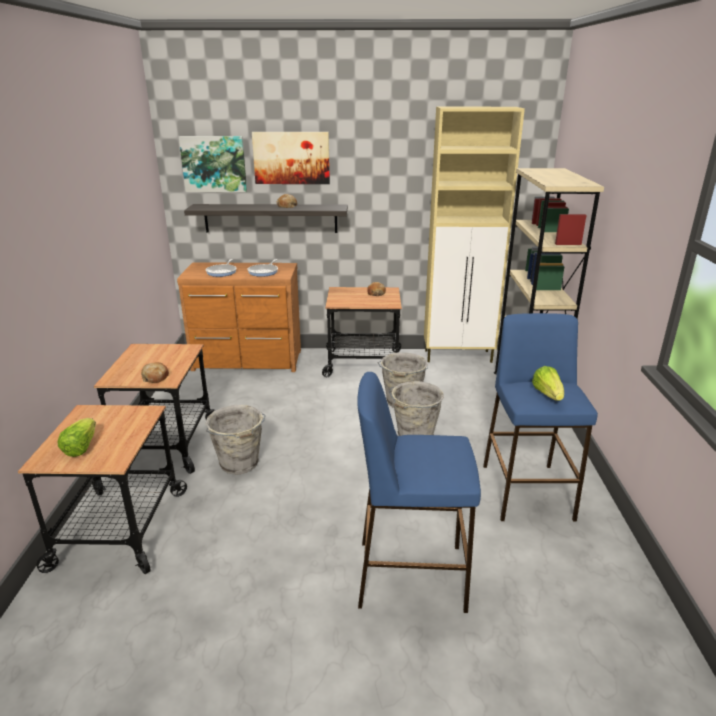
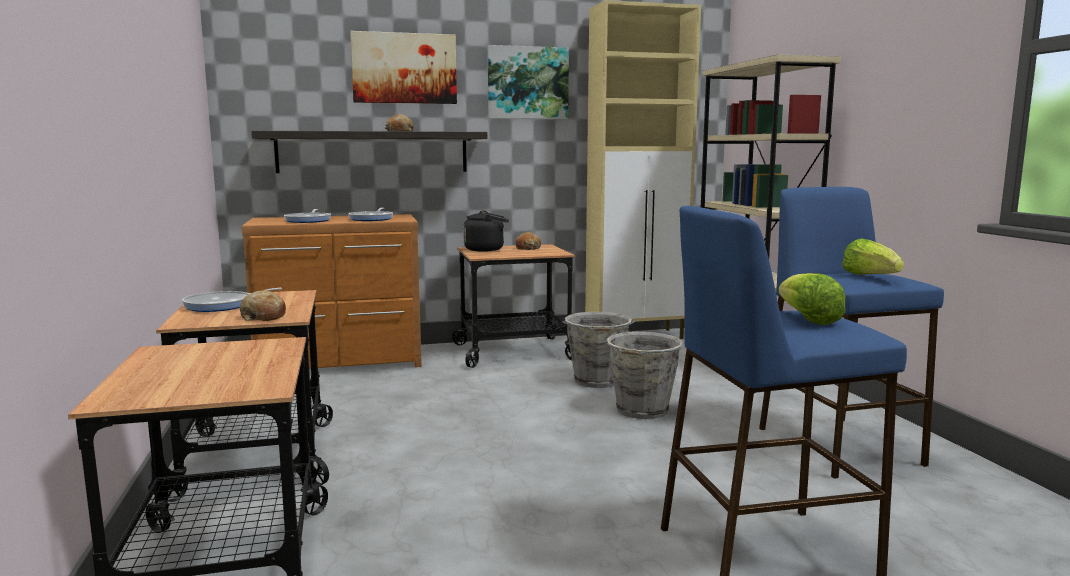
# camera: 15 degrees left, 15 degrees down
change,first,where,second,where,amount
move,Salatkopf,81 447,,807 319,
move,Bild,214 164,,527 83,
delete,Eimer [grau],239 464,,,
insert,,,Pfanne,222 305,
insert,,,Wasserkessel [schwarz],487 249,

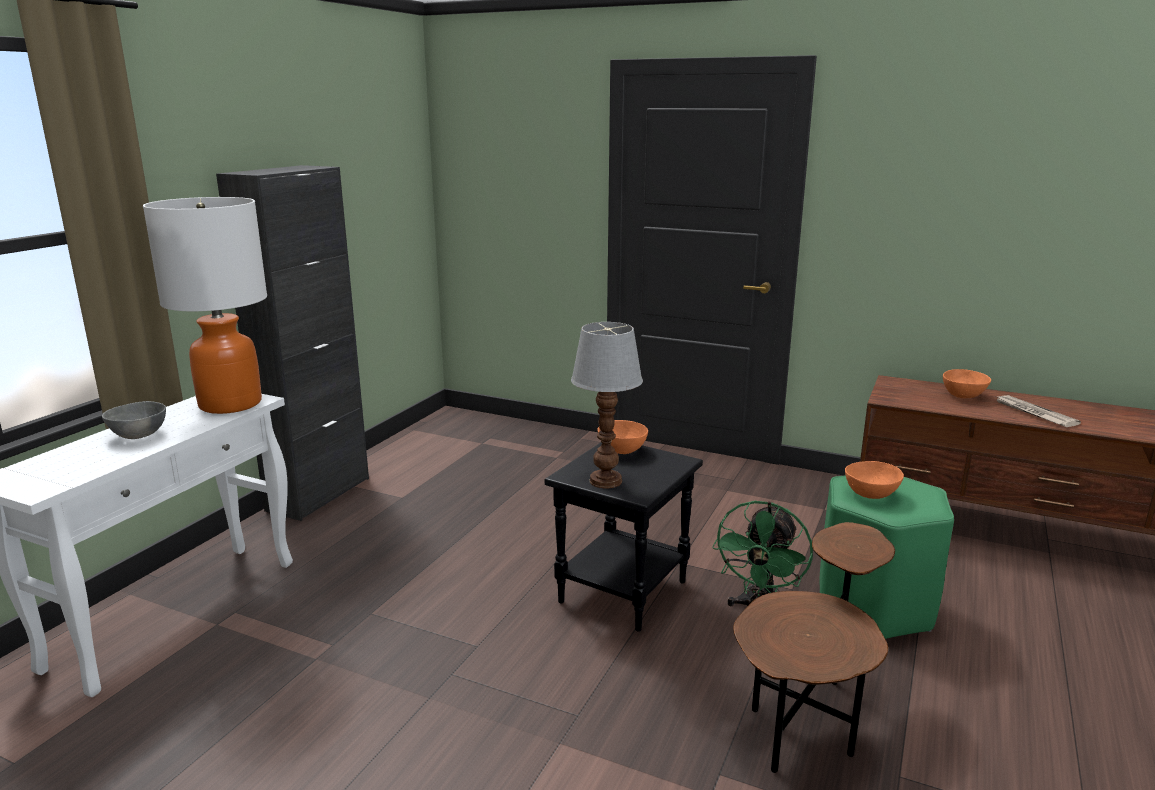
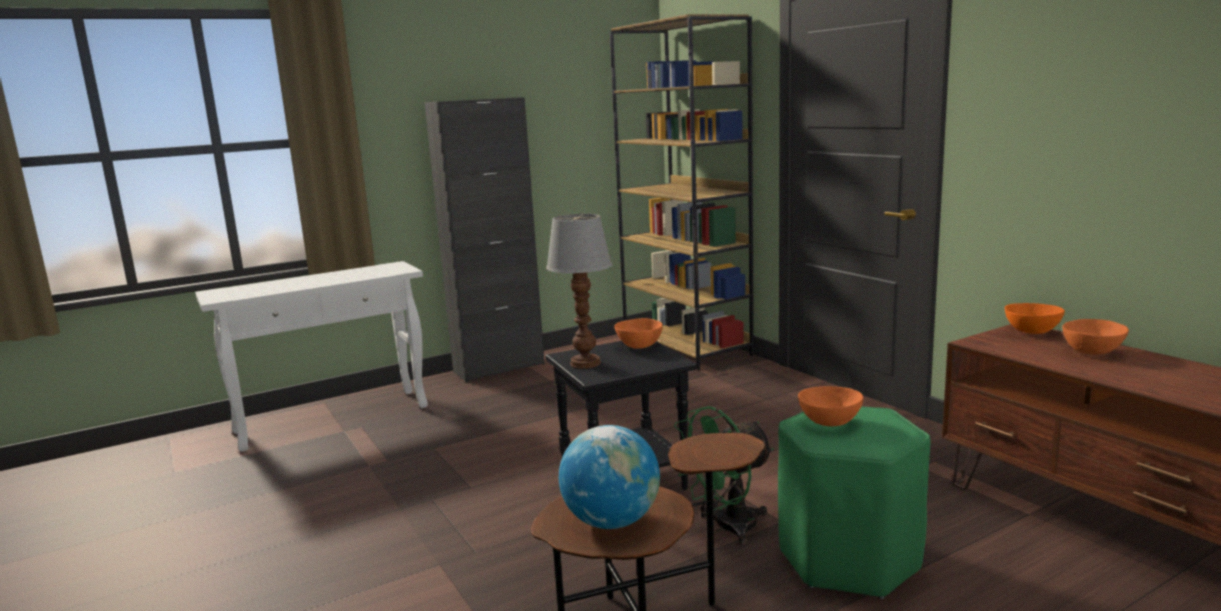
# camera: 35 degrees right, 5 degrees down
change,first,where,second,where,amount
delete,Schüssel [grau],137 436,,,
delete,Tischlampe,230 404,,,
delete,Zeitung,1033 413,,,
insert,,,Globus,611 522,
insert,,,Bücherregal [braun],687 346,
insert,,,Schüssel [orange],1032 332,

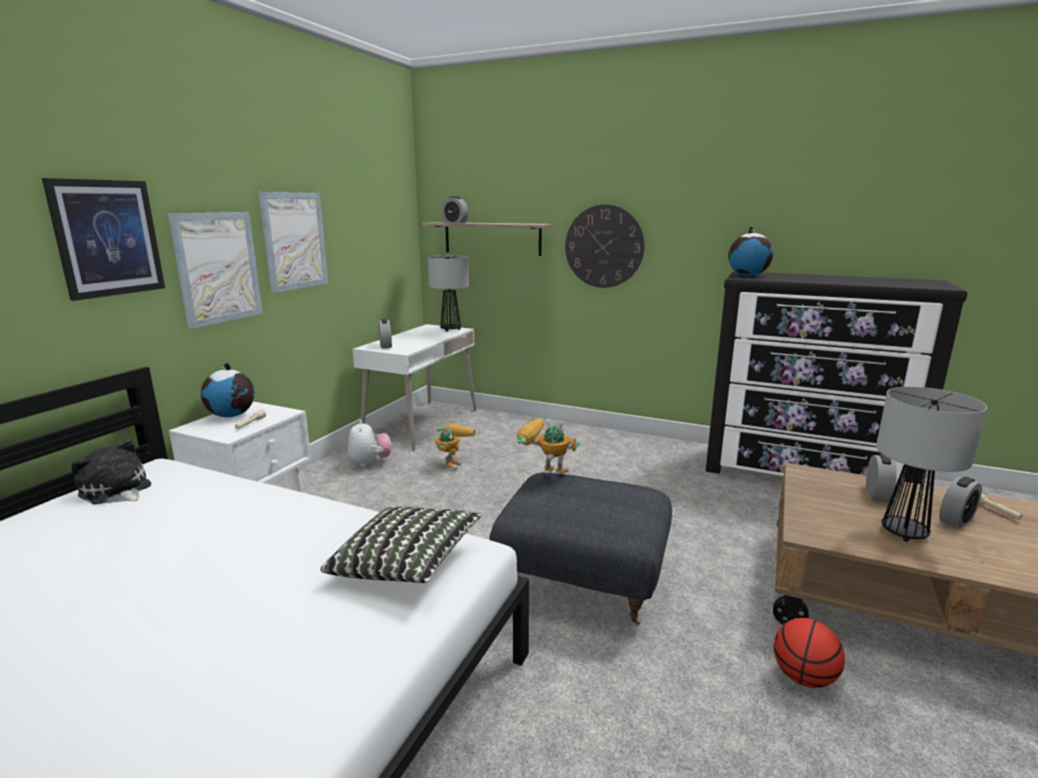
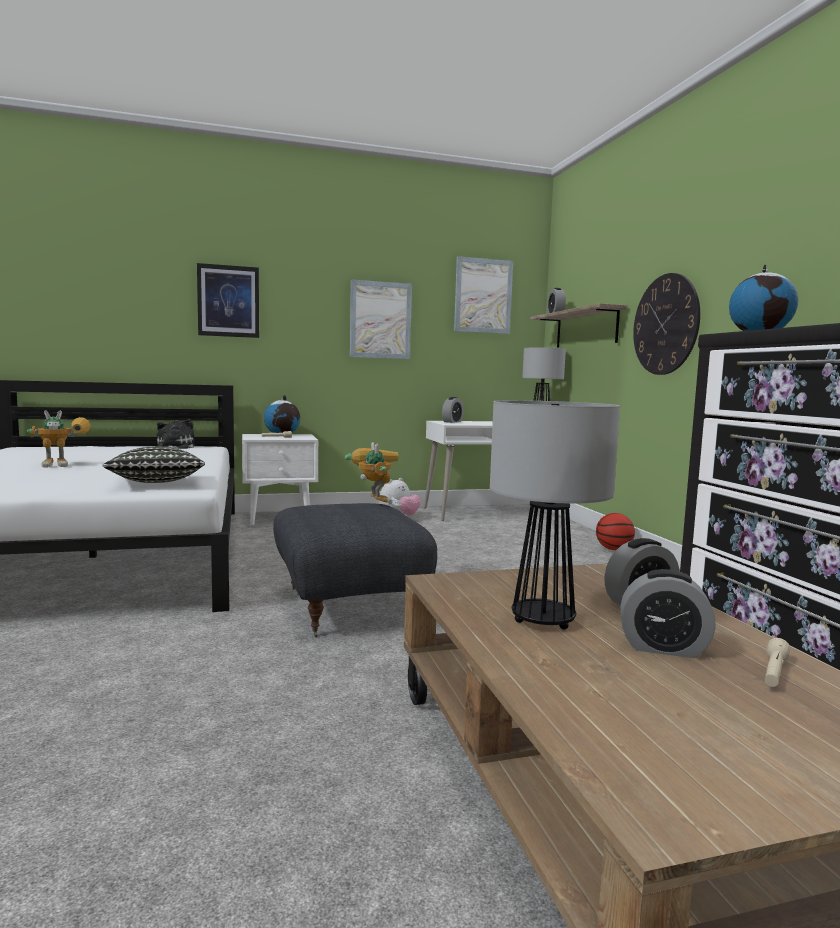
# camera: 50 degrees right, 10 degrees down
change,first,where,second,where,amount
move,Bild,218 268,,483 296,
move,Spielzeugroboter,452 463,,66 465,
move,Basketball,803 677,,613 549,

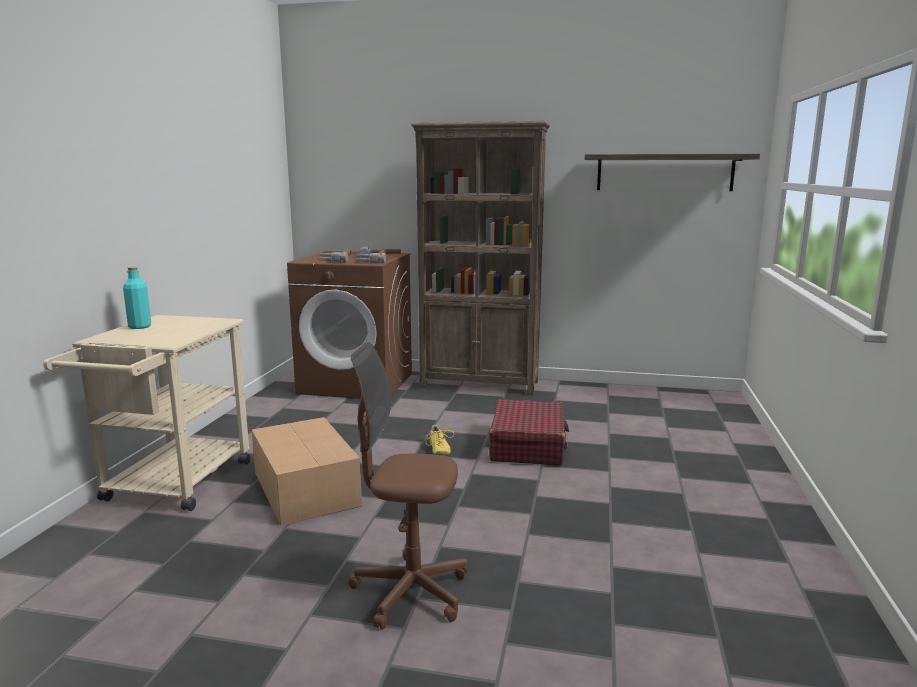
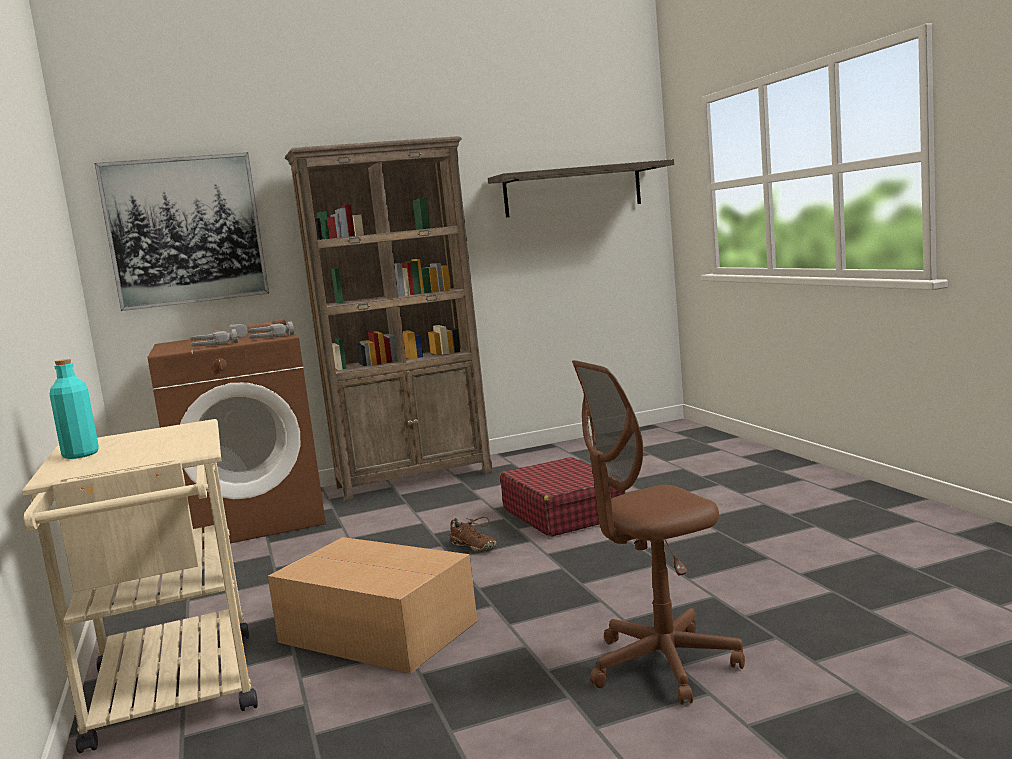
# camera: 30 degrees left, 5 degrees down
change,first,where,second,where,amount
recolor,Schuh [gelb],438 449,Schuh [braun],473 546,
insert,,,Bild,185 231,

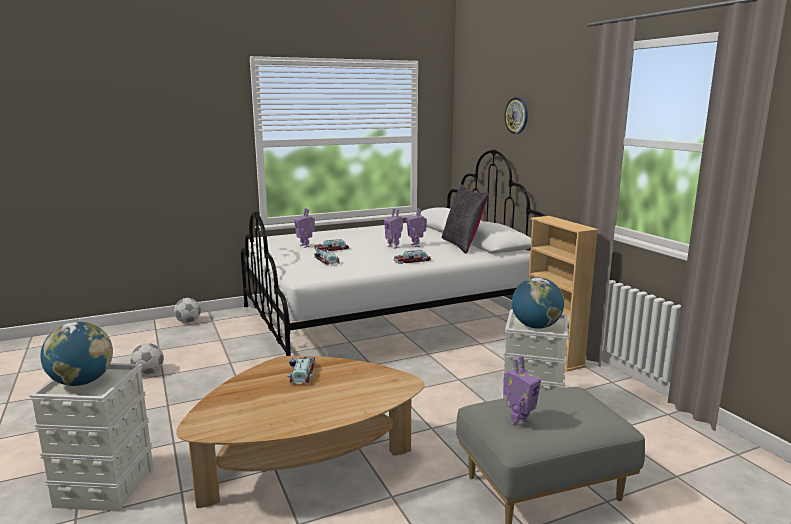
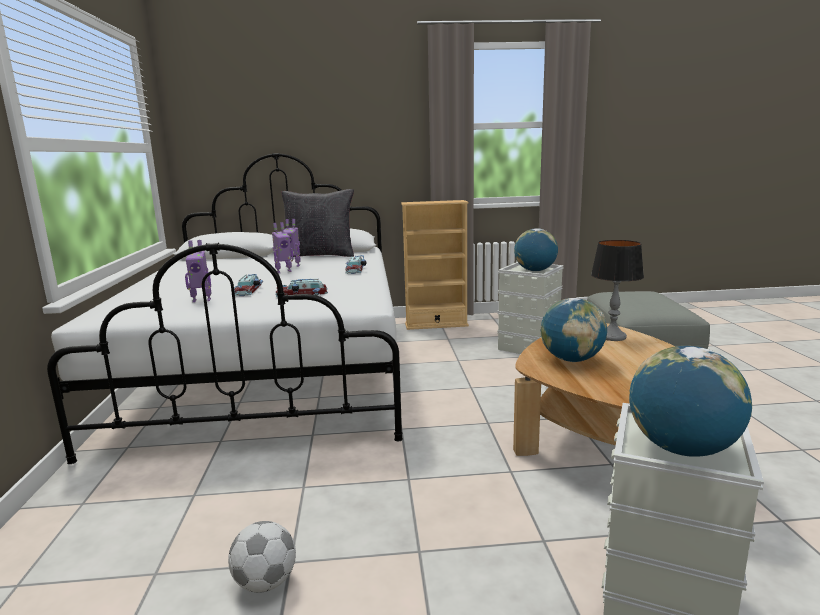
# camera: 70 degrees left, 0 degrees up
change,first,where,second,where,amount
delete,Fußball,188 322,,,
replace,Spielzeugauto,301 374,Globus,571 360,
delete,Spielzeugroboter,518 422,,,
delete,Wanduhr,516 115,,,
insert,,,Tischlampe,612 337,

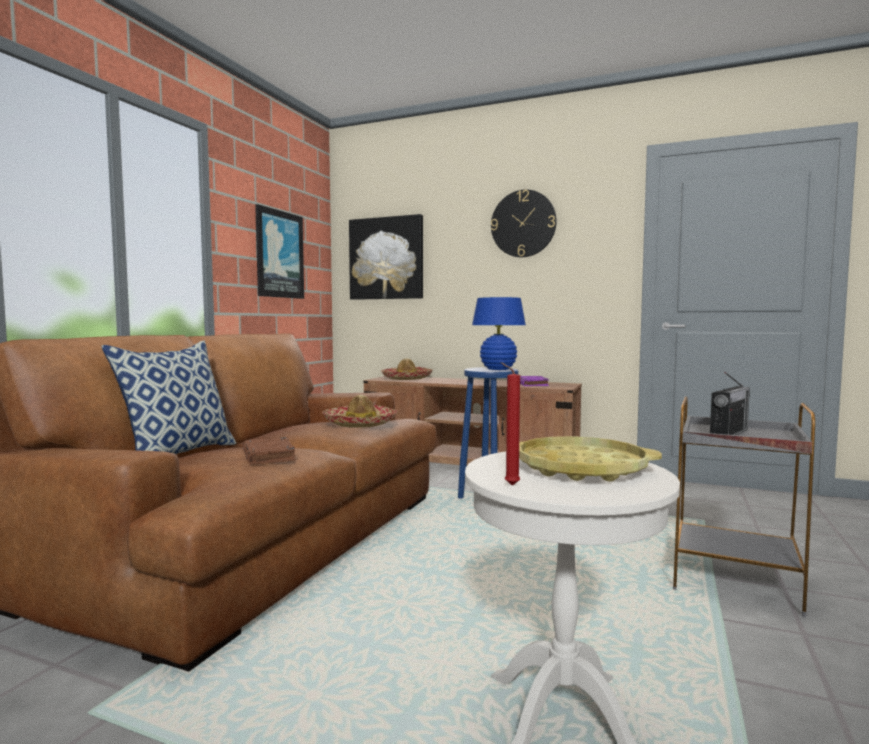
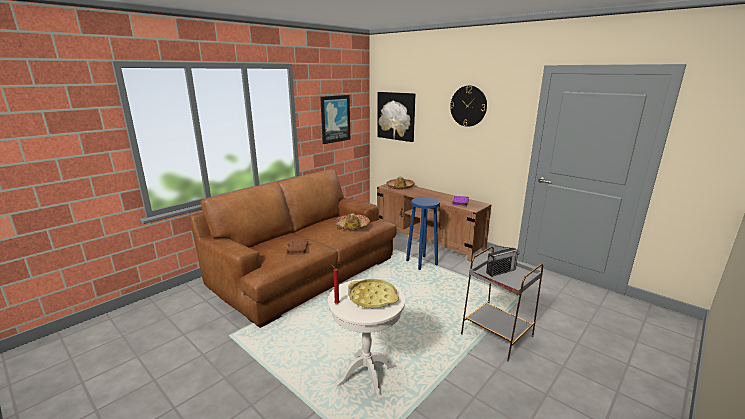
# camera: 20 degrees right, 15 degrees up
change,first,where,second,where,amount
delete,Kissen,178 454,,,
delete,Tischlampe [blau],498 369,,,

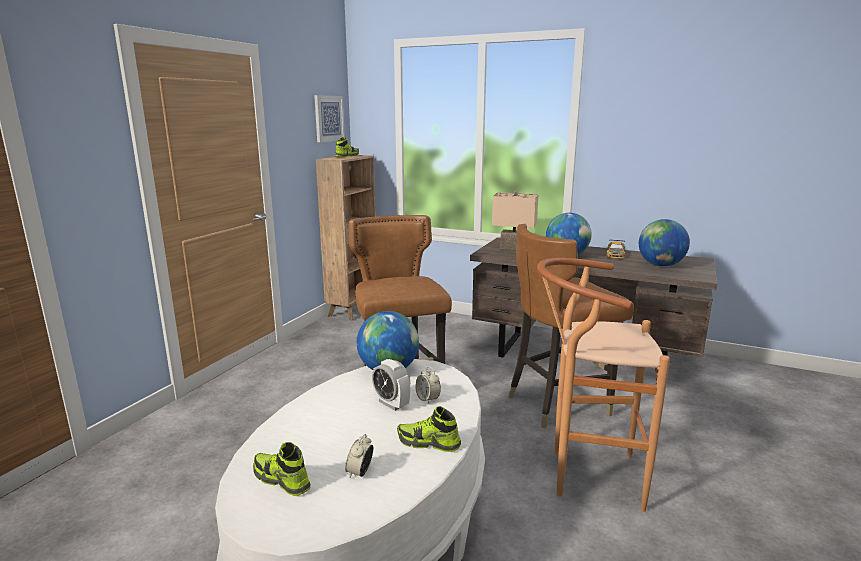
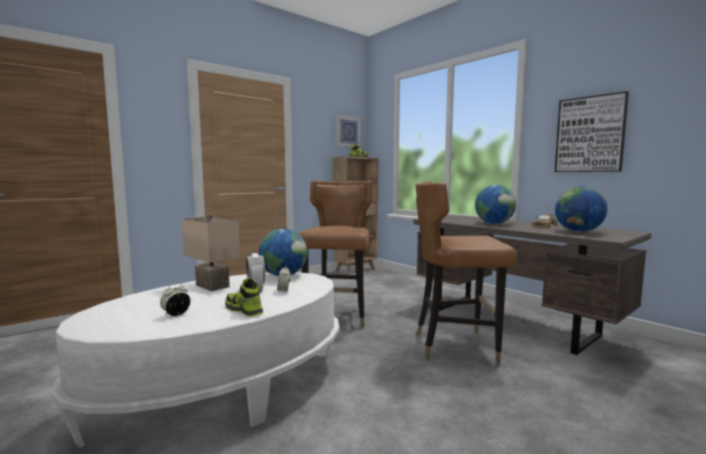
# camera: 25 degrees right, 10 degrees down
change,first,where,second,where,amount
delete,Schuh,281 480,,,
move,Tischlampe [beige],512 248,,210 286,
delete,Hocker [braun],585 475,,,
insert,,,Bild,590 134,

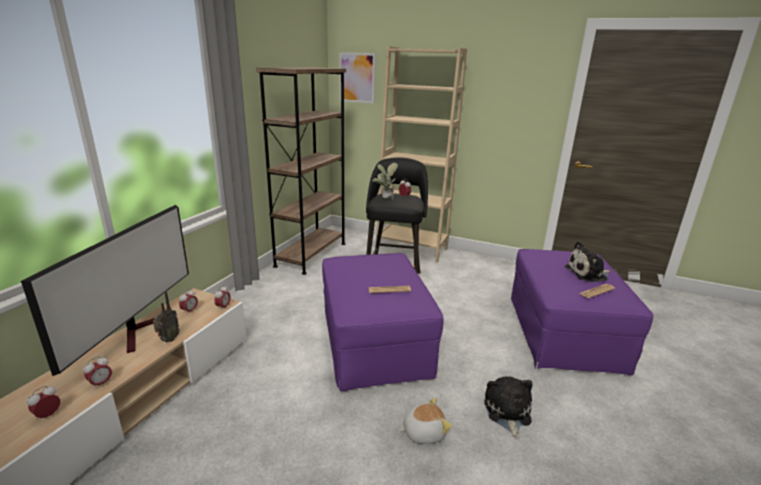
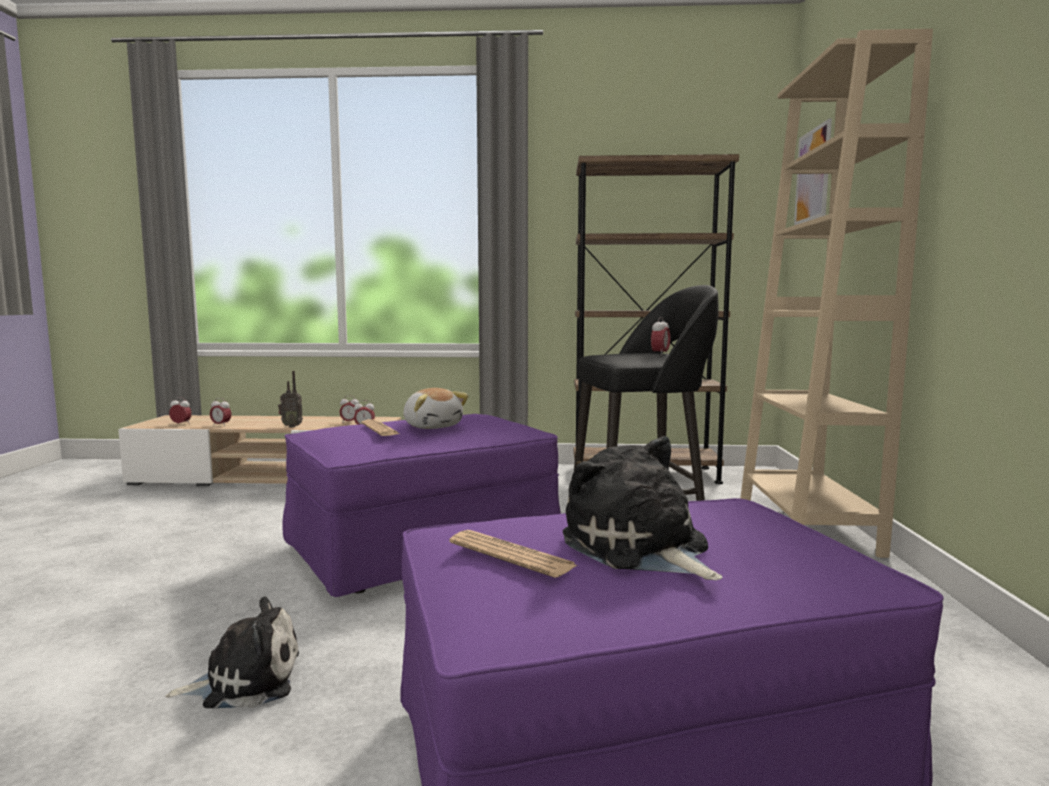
# camera: 70 degrees right, 15 degrees down
change,first,where,second,where,amount
delete,Fernseher,142 329,,,
delete,Topfpflanze,385 200,,,
move,Plüschtier,423 432,,433 426,

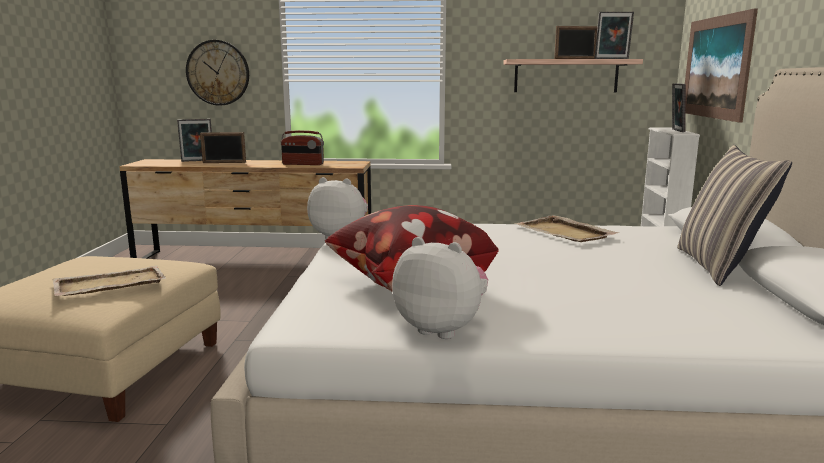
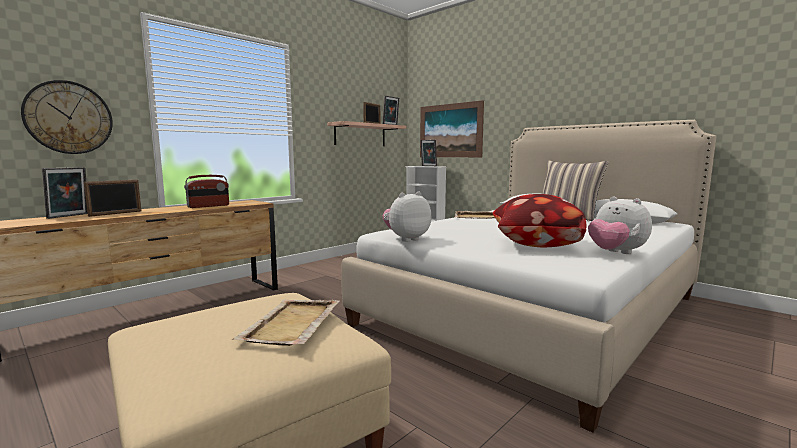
# camera: 50 degrees left, 5 degrees down
change,first,where,second,where,amount
rotate,Plüschtier,442 329,,615 253,105 degrees counterclockwise

